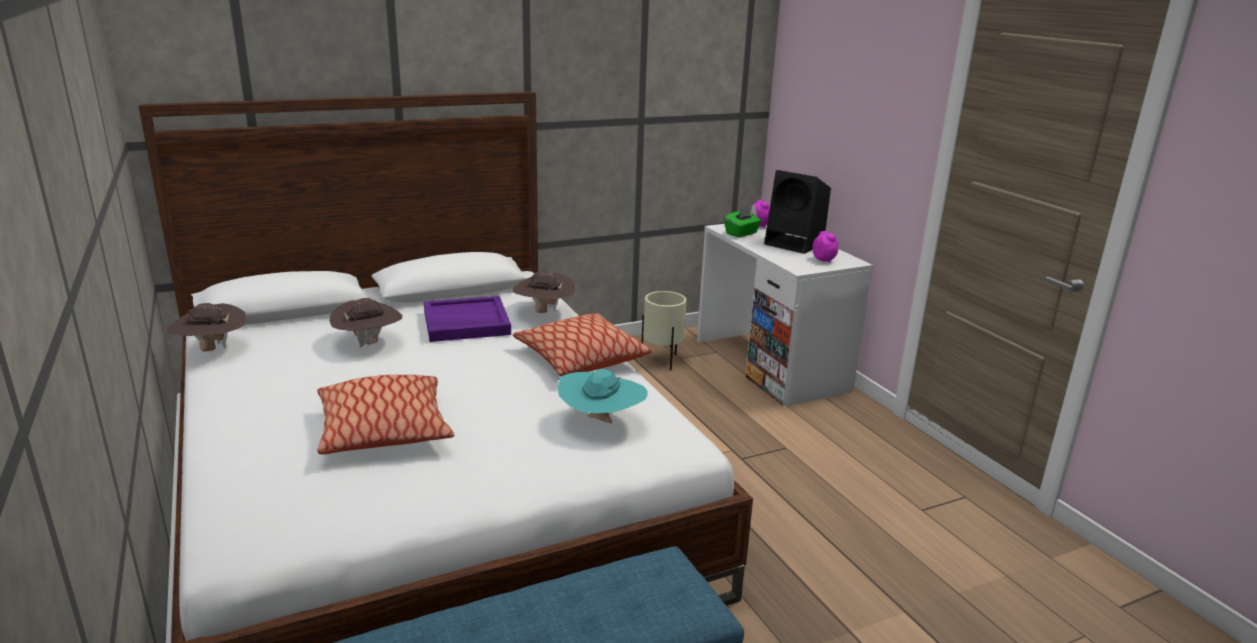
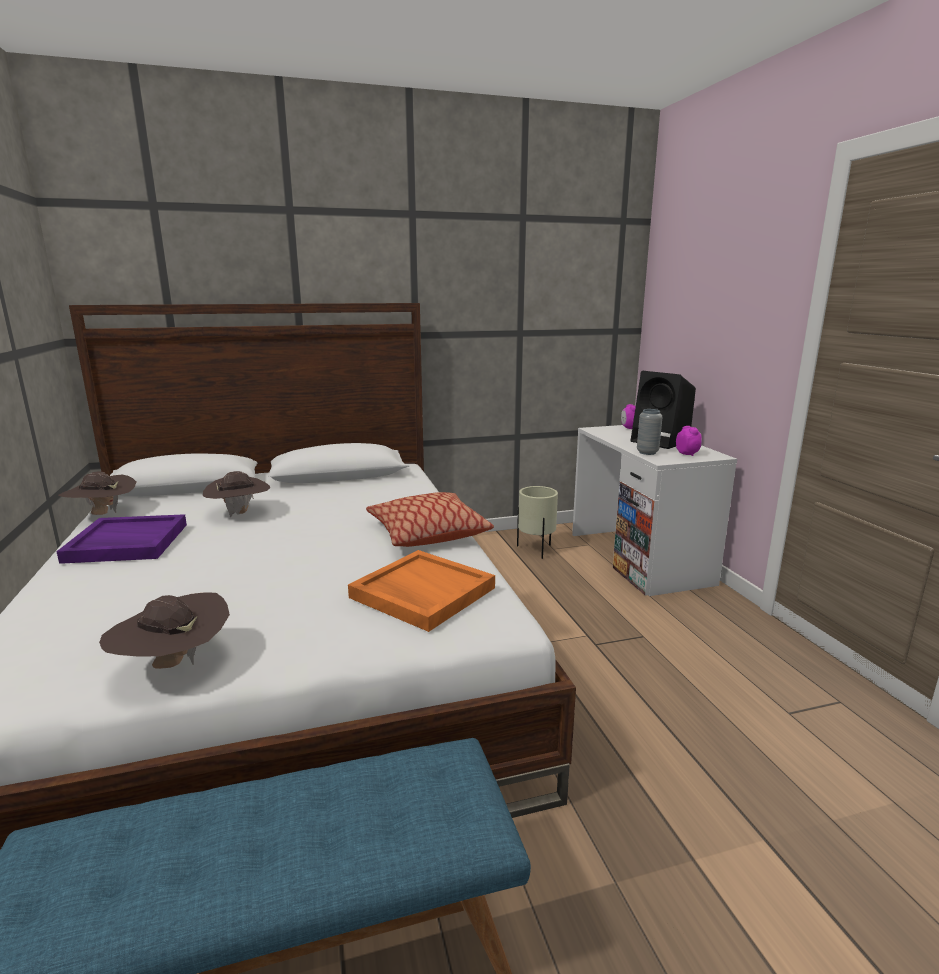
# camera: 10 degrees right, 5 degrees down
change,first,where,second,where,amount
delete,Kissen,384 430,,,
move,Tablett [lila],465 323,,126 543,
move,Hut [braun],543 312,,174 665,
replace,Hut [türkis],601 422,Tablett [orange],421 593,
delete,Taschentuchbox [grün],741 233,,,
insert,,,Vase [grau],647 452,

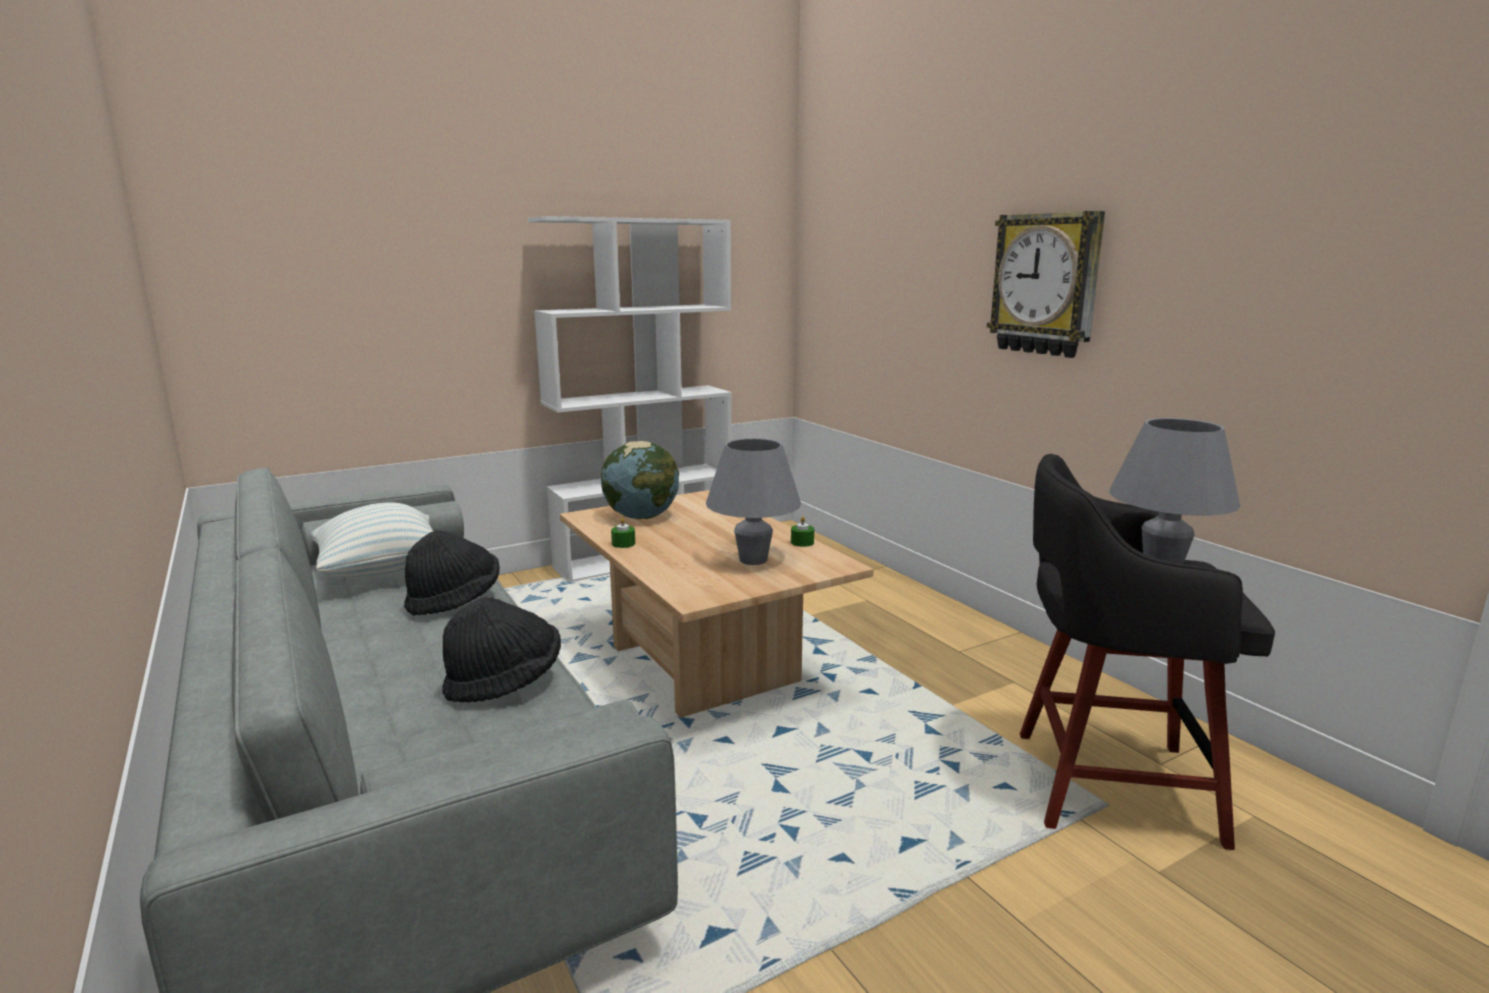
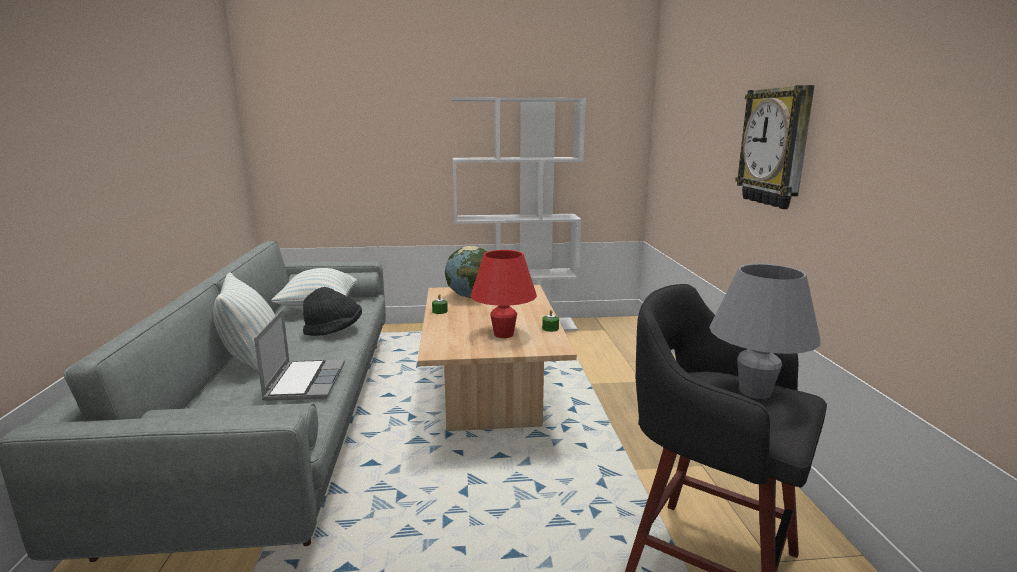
# camera: 25 degrees right, 0 degrees up
change,first,where,second,where,amount
replace,Hut [schwarz],505 682,Laptop,305 381,
recolor,Tischlampe [grau],753 560,Tischlampe [rot],503 334,
insert,,,Kissen,253 360,

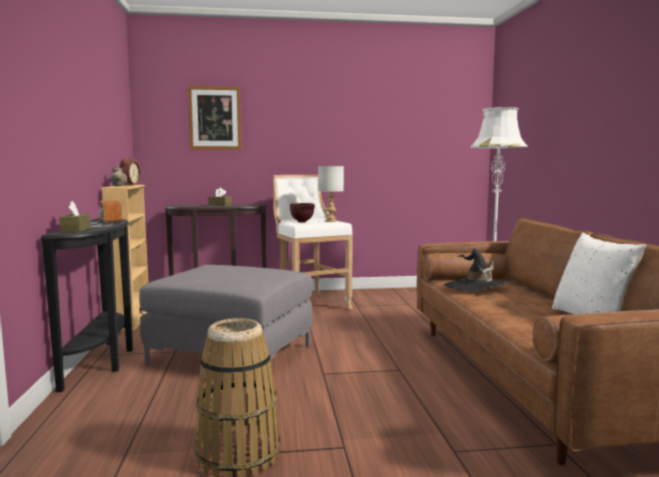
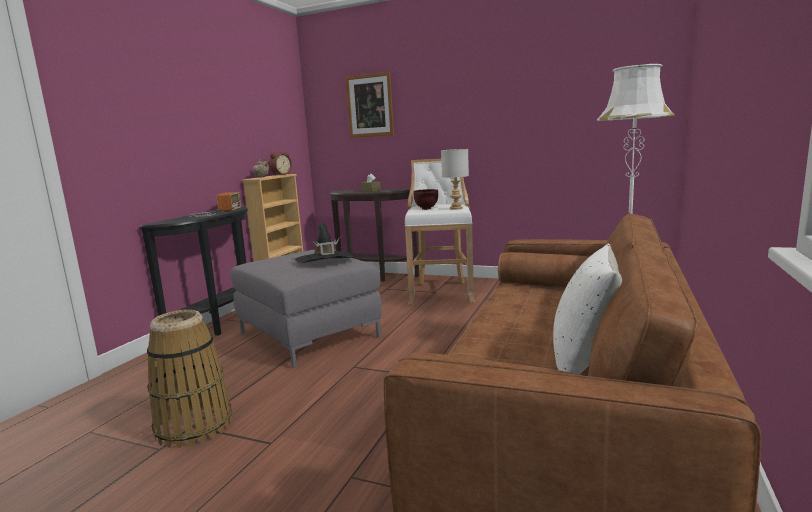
# camera: 30 degrees right, 5 degrees up
change,first,where,second,where,amount
delete,Taschentuchbox [braun],75 230,,,
move,Hut [schwarz],475 288,,325 260,

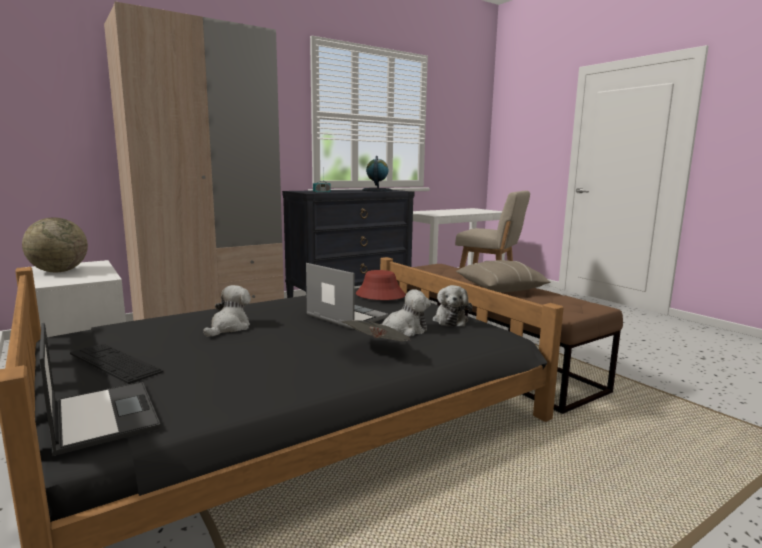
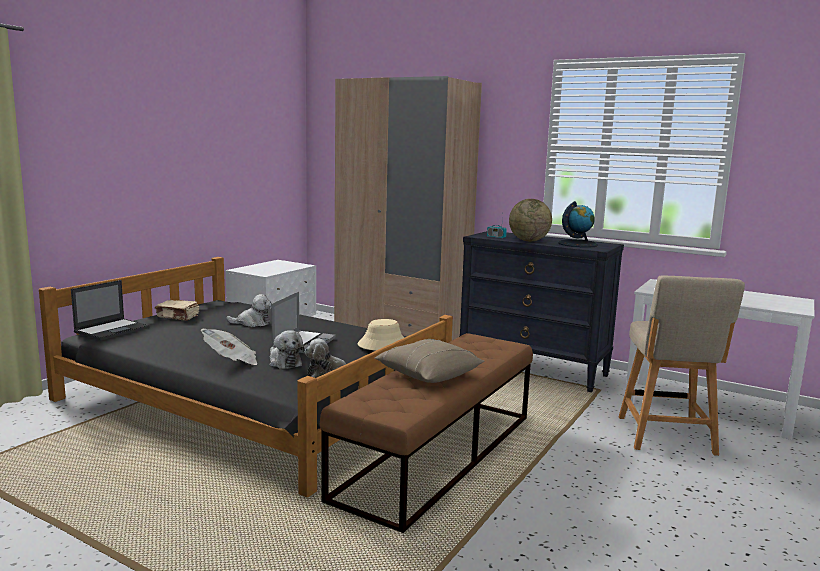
# camera: 65 degrees right, 0 degrees up
change,first,where,second,where,amount
move,Globus,59 271,,528 241,
replace,Tastatur,115 362,Buch [beige],178 317,
recolor,Hut [rot],380 295,Hut [beige],382 344,

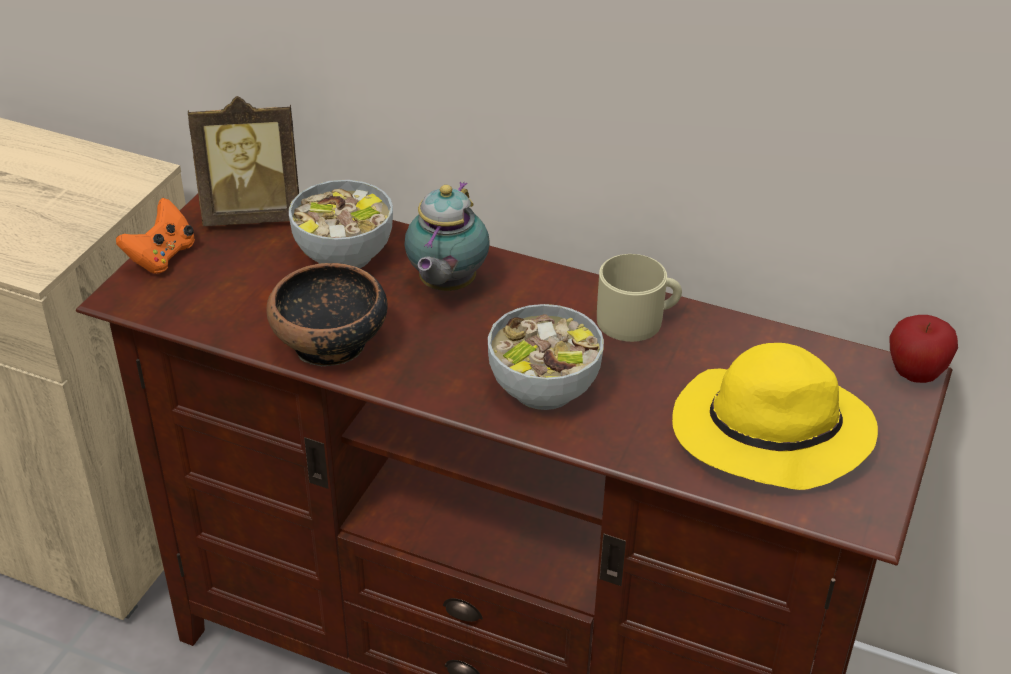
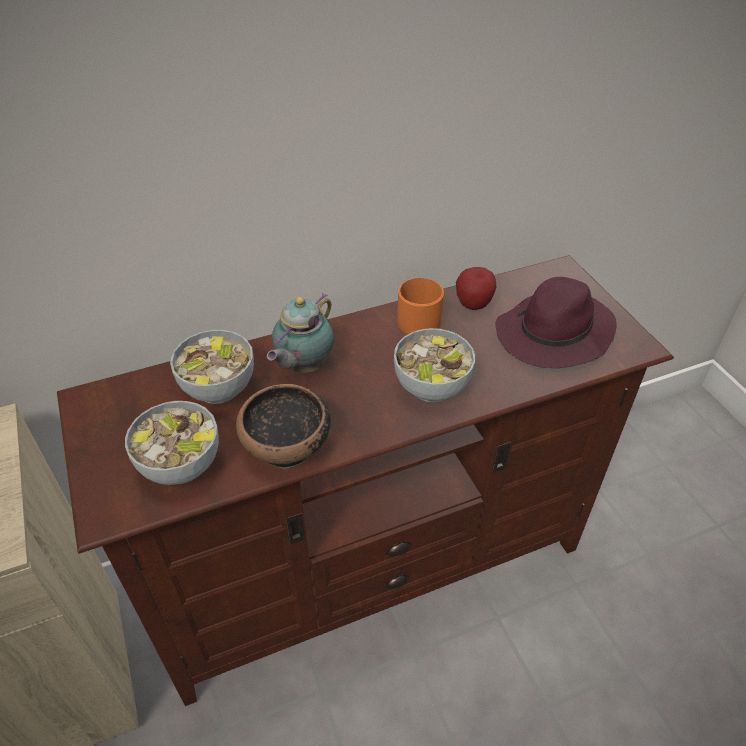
# camera: 45 degrees left, 5 degrees up
change,first,where,second,where,amount
delete,Gamepad [orange],162 256,,,
delete,Bilderrahmen,253 214,,,
rotate,Teekanne,445 286,,303 366,60 degrees clockwise
recolor,Henkelbecher [beige],638 319,Henkelbecher [orange],422 319,
recolor,Hut [gelb],768 435,Hut [lila],553 336,
move,Apfel,915 374,,473 305,
insert,,,Schüssel,181 464,

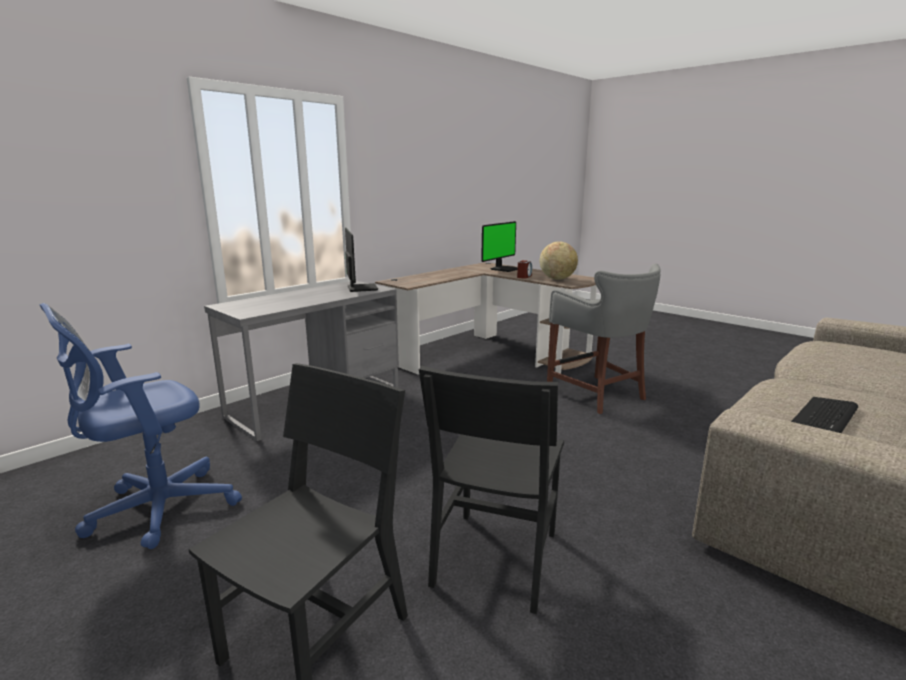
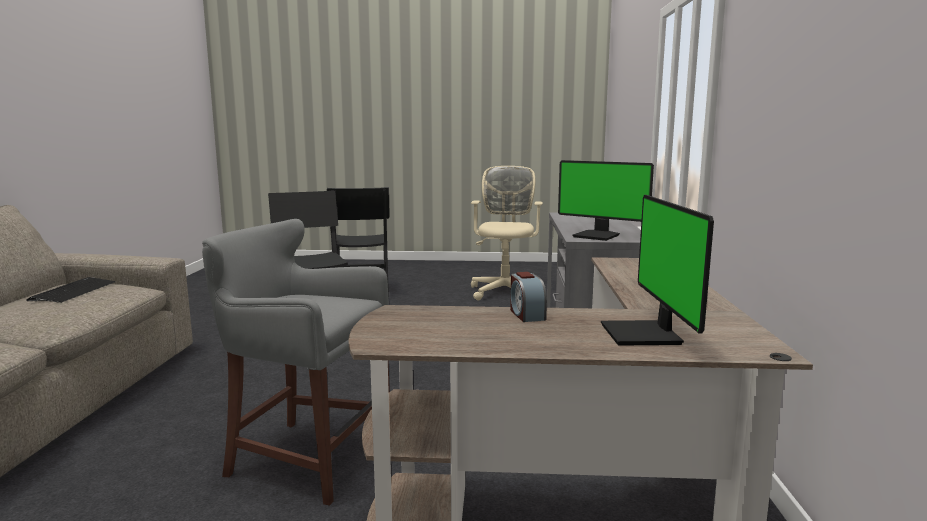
# camera: 140 degrees right, 5 degrees down
change,first,where,second,where,amount
recolor,Bürostuhl [blau],155 510,Bürostuhl [beige],505 291,
delete,Globus,557 279,,,

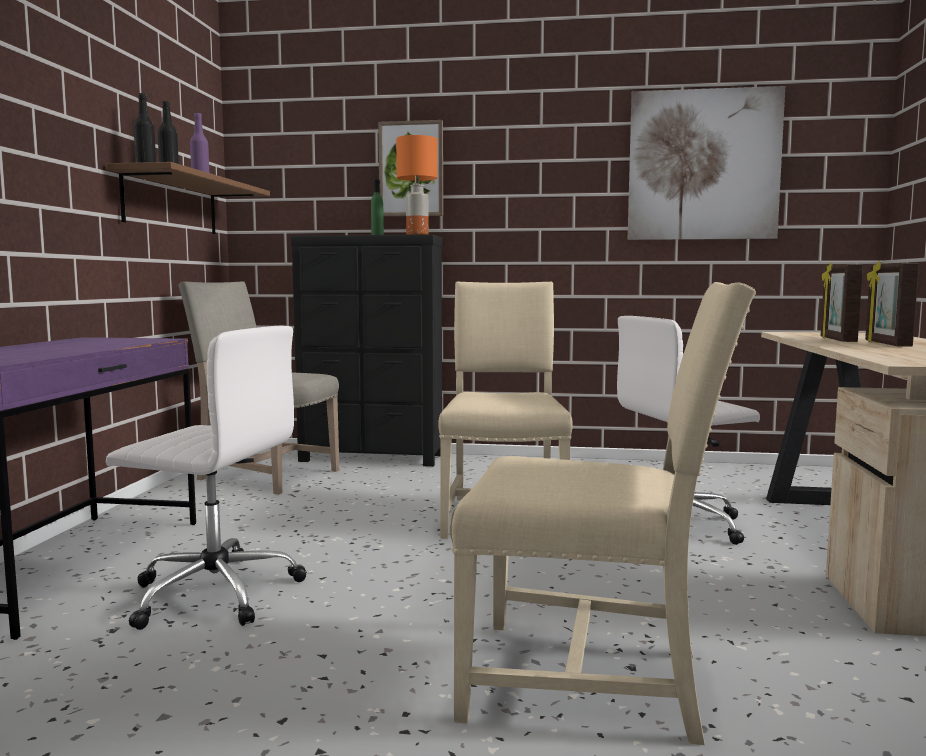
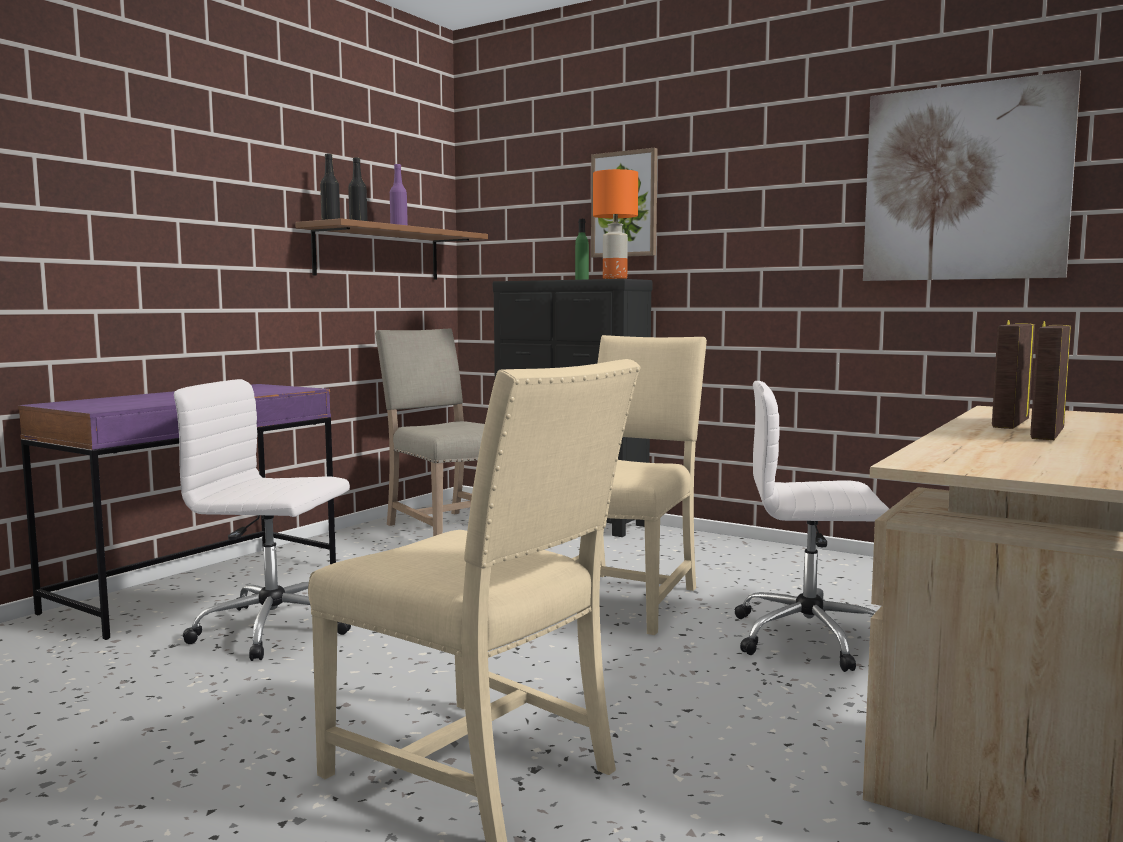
# camera: 25 degrees right, 0 degrees up
change,first,where,second,where,amount
rotate,Bürostuhl [weiß],213 593,,276 629,150 degrees clockwise

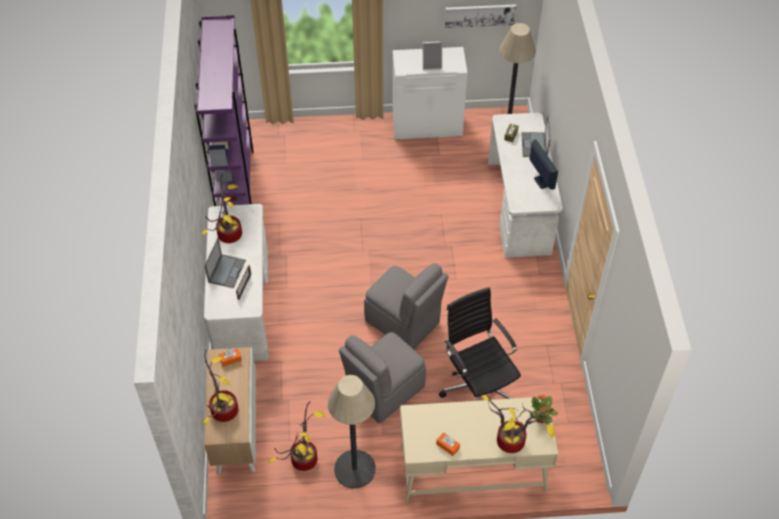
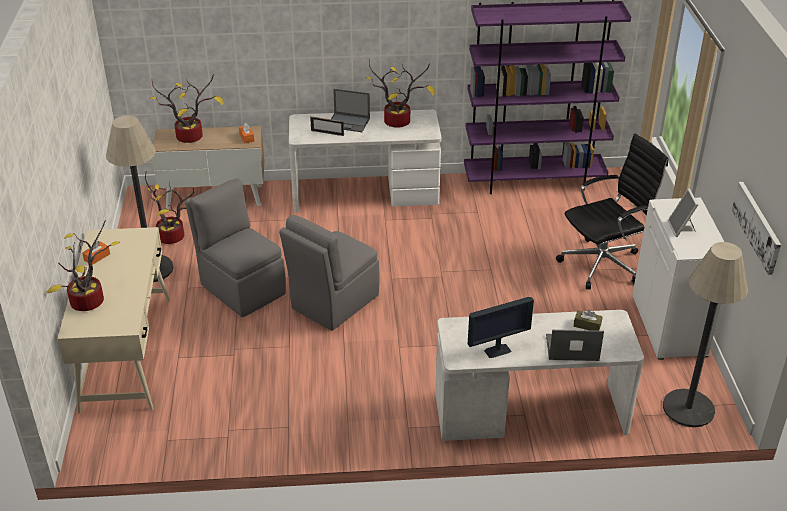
# camera: 90 degrees right, 15 degrees down
change,first,where,second,where,amount
move,Bürostuhl [schwarz],478 387,,604 264,
delete,Topfpflanze,540 419,,,

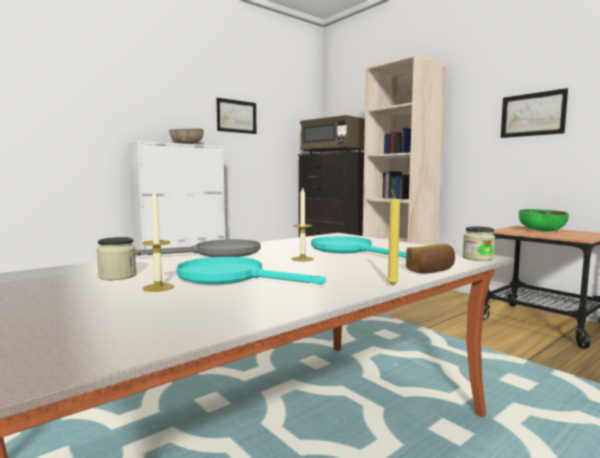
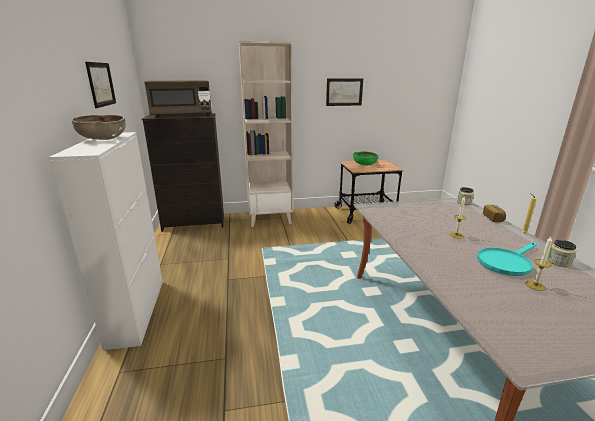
# camera: 60 degrees left, 15 degrees up
change,first,where,second,where,amount
move,Vorratsglas,117 276,,559 262,
delete,Pfanne [grau],218 253,,,
delete,Pfanne [türkis],348 250,,,

